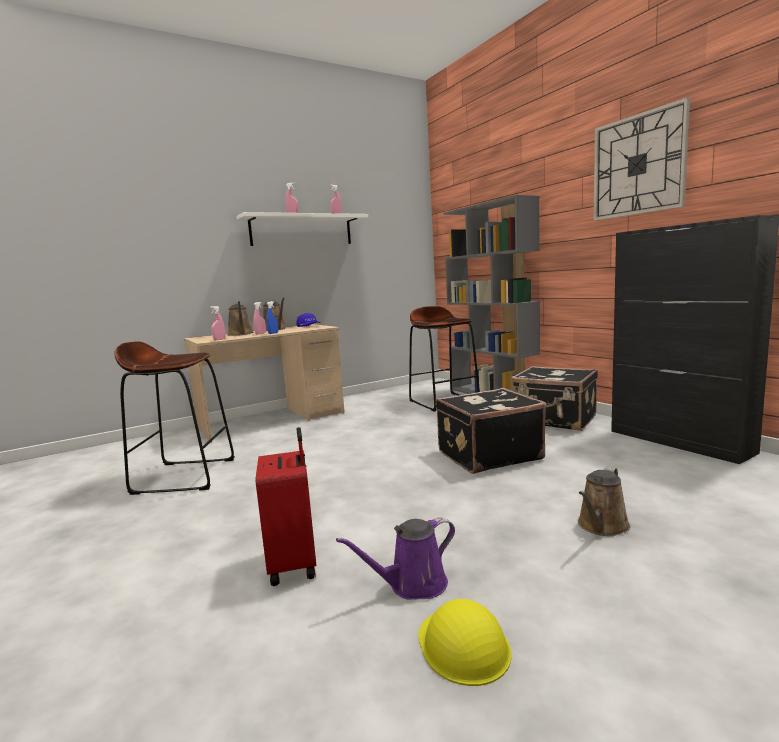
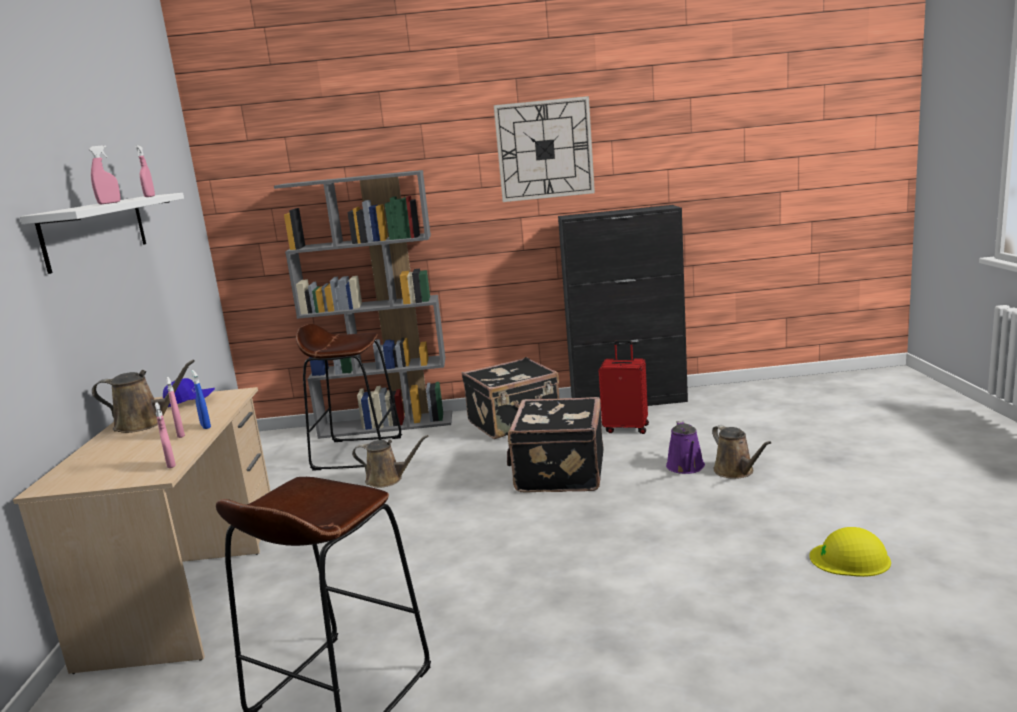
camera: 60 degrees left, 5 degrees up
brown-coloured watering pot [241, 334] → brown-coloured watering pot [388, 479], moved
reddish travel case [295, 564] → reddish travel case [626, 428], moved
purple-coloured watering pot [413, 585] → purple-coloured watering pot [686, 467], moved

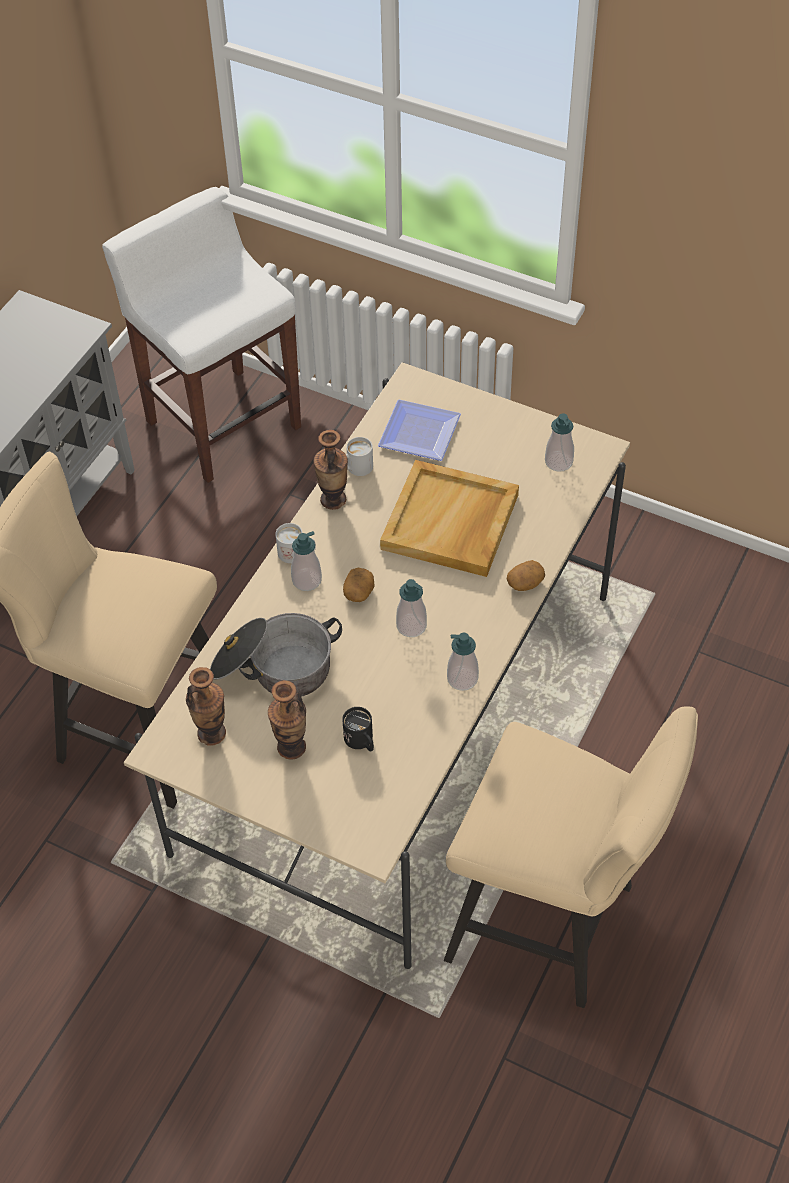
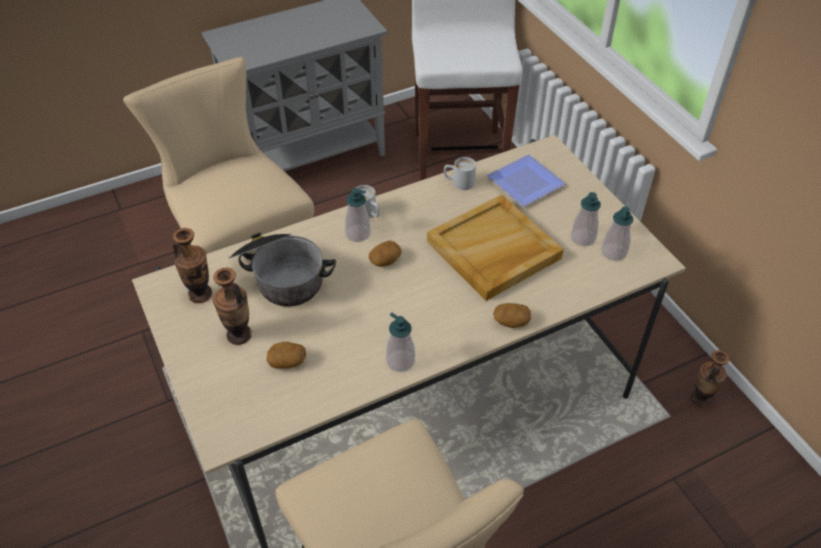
camera: 35 degrees right, 5 degrees down
flower vase [333, 499] → flower vase [700, 398], moved
liquid soap bottle [411, 626] → liquid soap bottle [583, 238], moved
black tea mug [361, 742] → whole potato [287, 361]

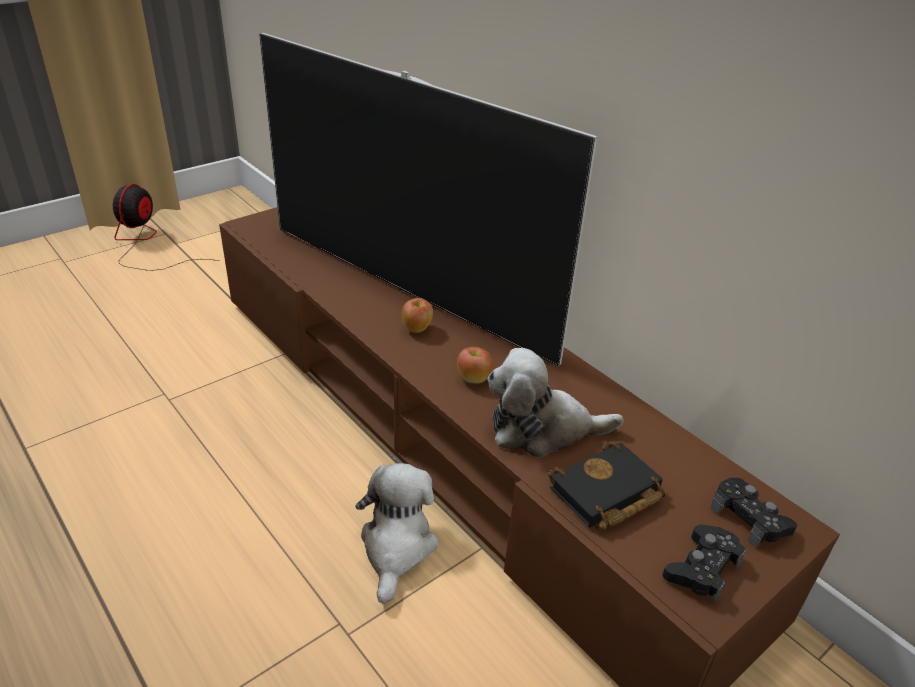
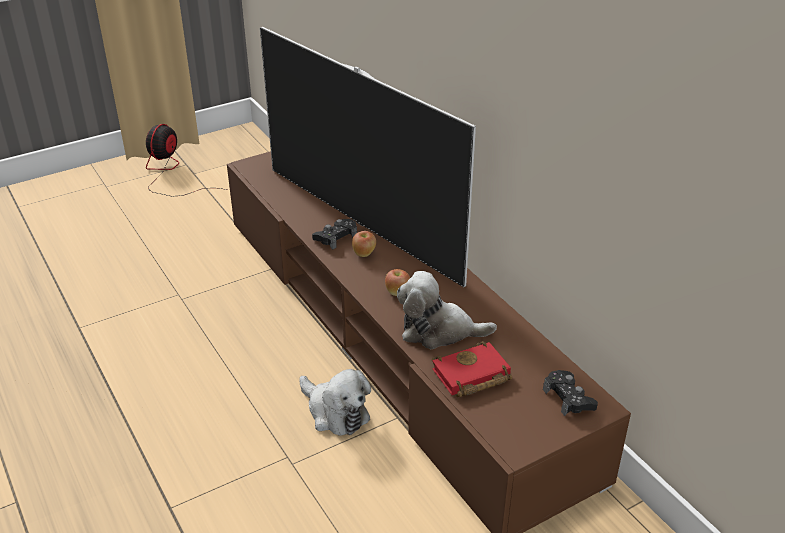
camera: 10 degrees right, 0 degrees up
black game controller [702, 568] → black game controller [336, 237], moved
black book [605, 494] → reddish book [470, 376]
soft toy [397, 547] → soft toy [335, 412], 120 degrees clockwise

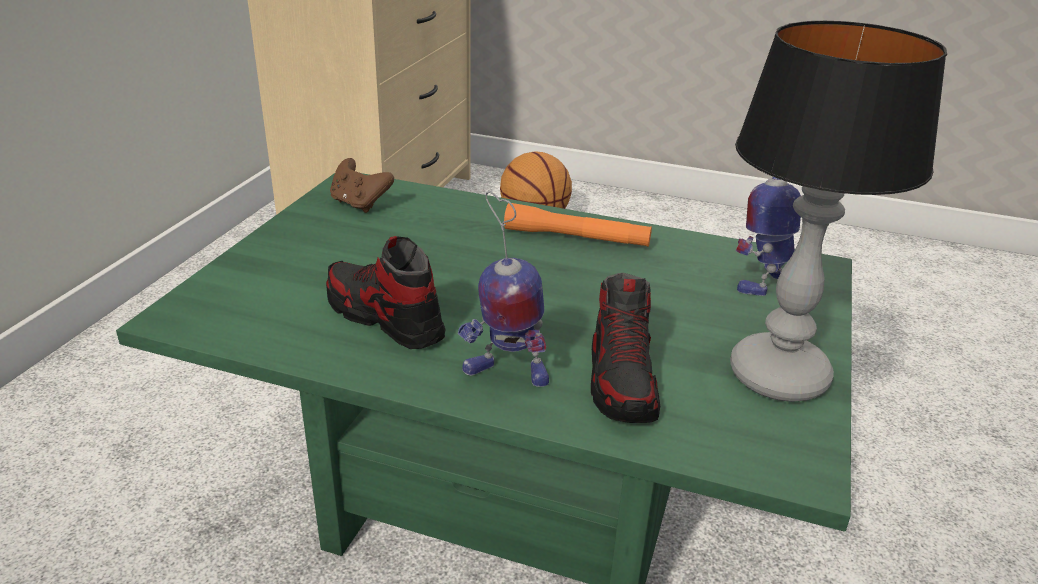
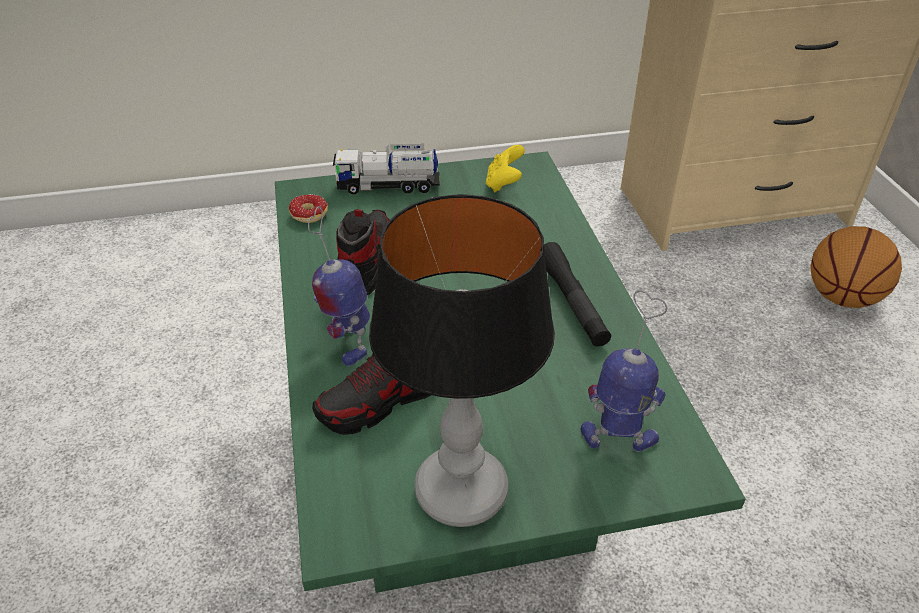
camera: 60 degrees right, 10 degrees up
- → donut [303, 217]
- → model truck [388, 186]
brown-coloured game controller [359, 204] → yellow-coloured game controller [504, 184]
orange-coloured torch [576, 238] → black torch [572, 302]

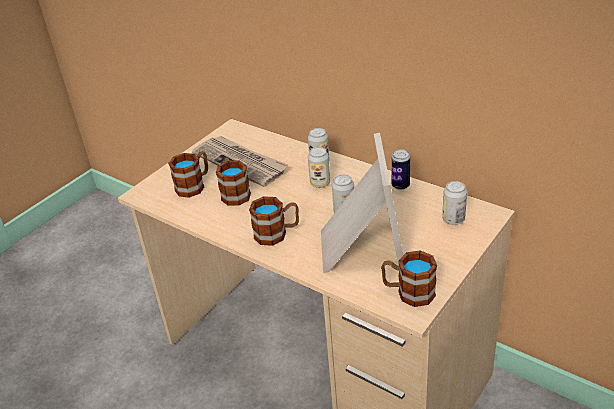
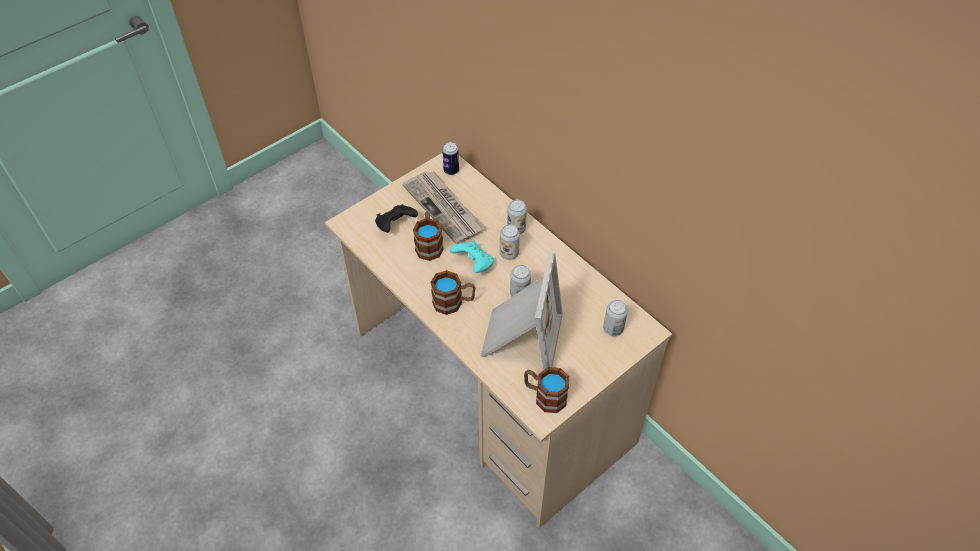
camera: 10 degrees right, 15 degrees up
- → turquoise game controller [474, 264]
sealed can [400, 186] → sealed can [451, 170], moved
tea mug [194, 185] → black game controller [395, 225]

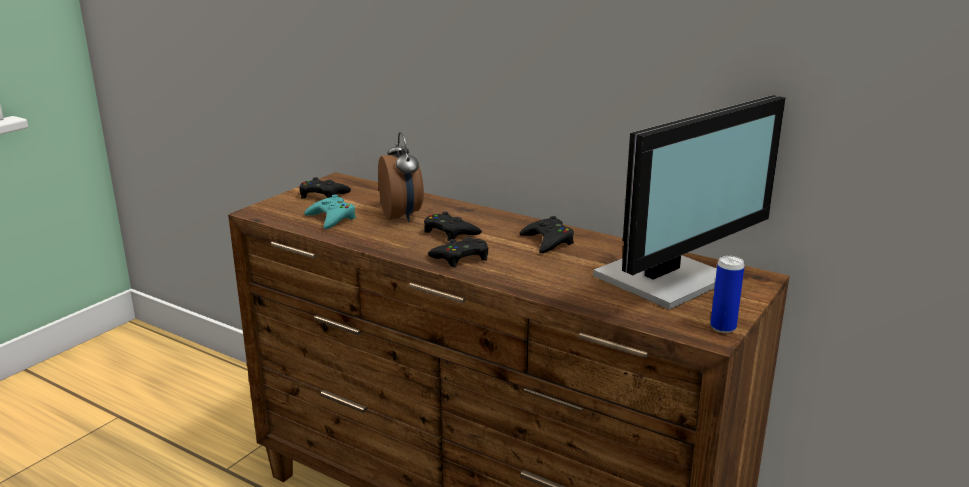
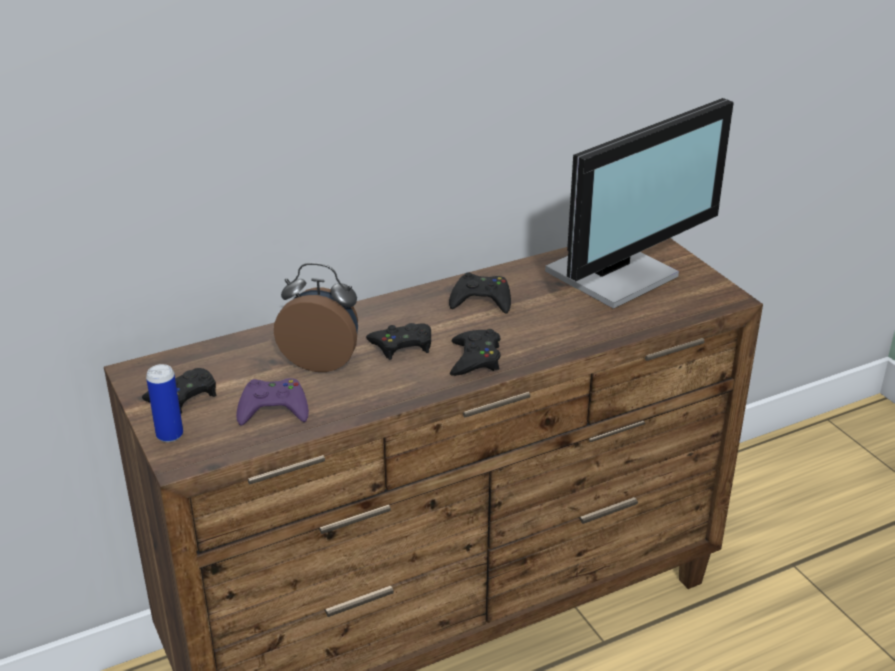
camera: 60 degrees left, 10 degrees up
sealed can [723, 327] → sealed can [170, 435], moved
turquoise game controller [331, 218] → purple-coloured game controller [273, 409]
computer screen [667, 279] → computer screen [617, 275], 60 degrees clockwise

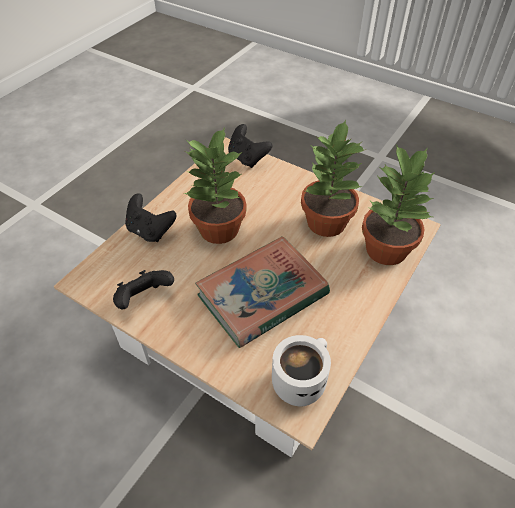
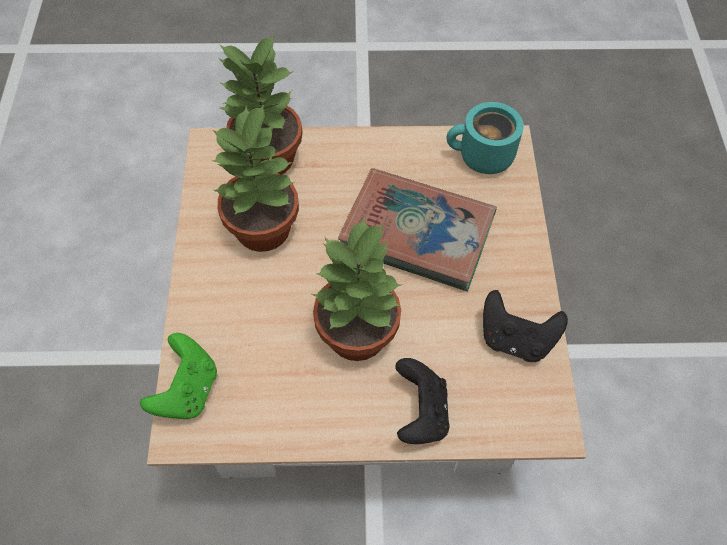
camera: 125 degrees left, 10 degrees up
black game controller [247, 158] → green-coloured game controller [187, 390]
white tea mug [299, 379] → turquoise tea mug [481, 159]

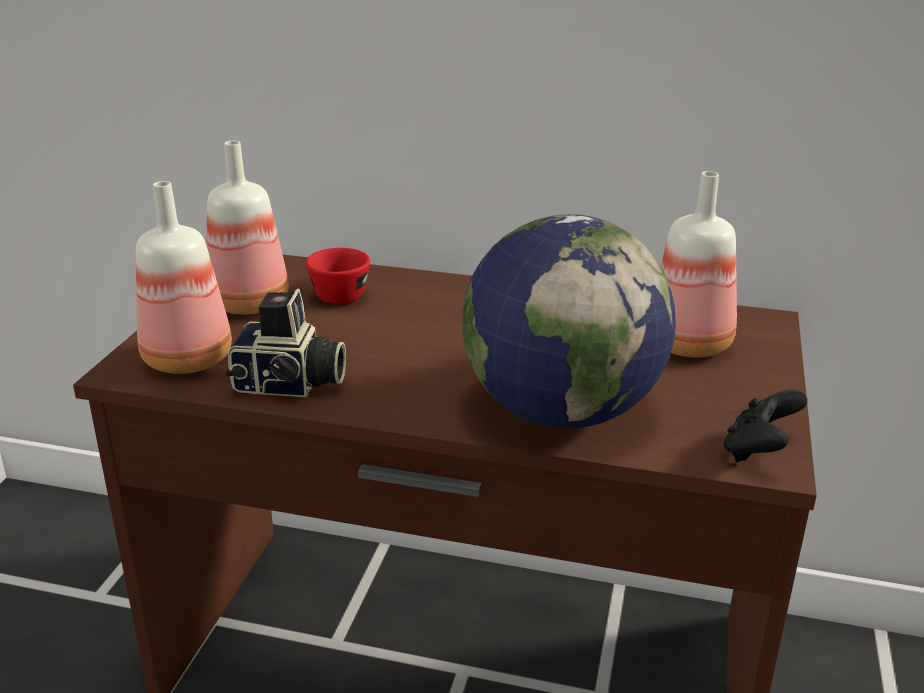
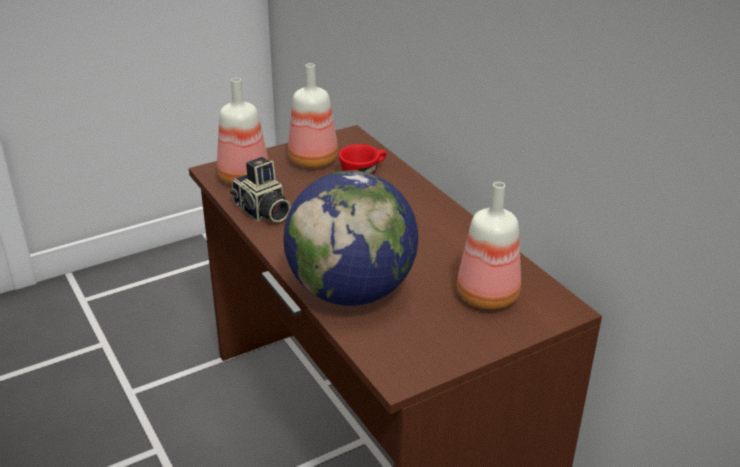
camera: 45 degrees right, 5 degrees up
black game controller [758, 452] → -

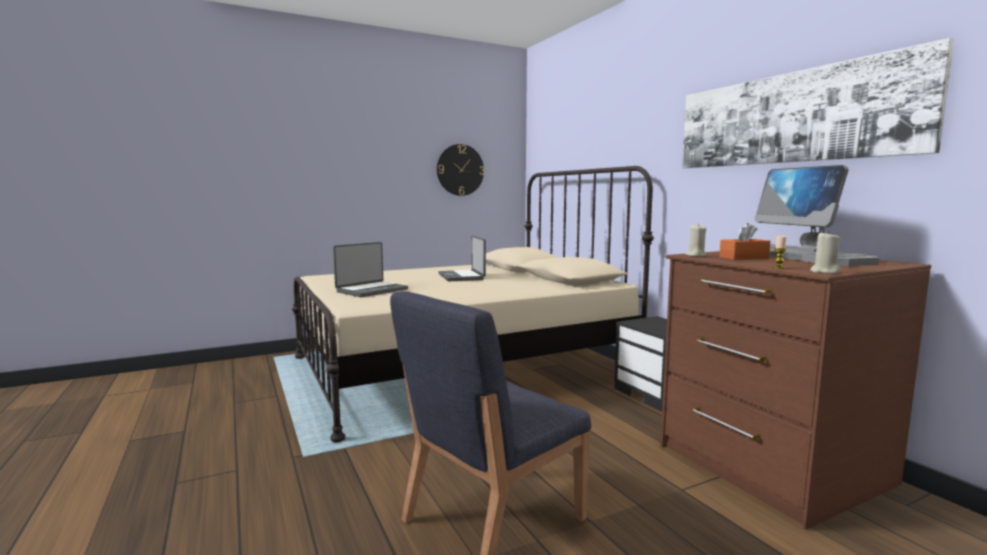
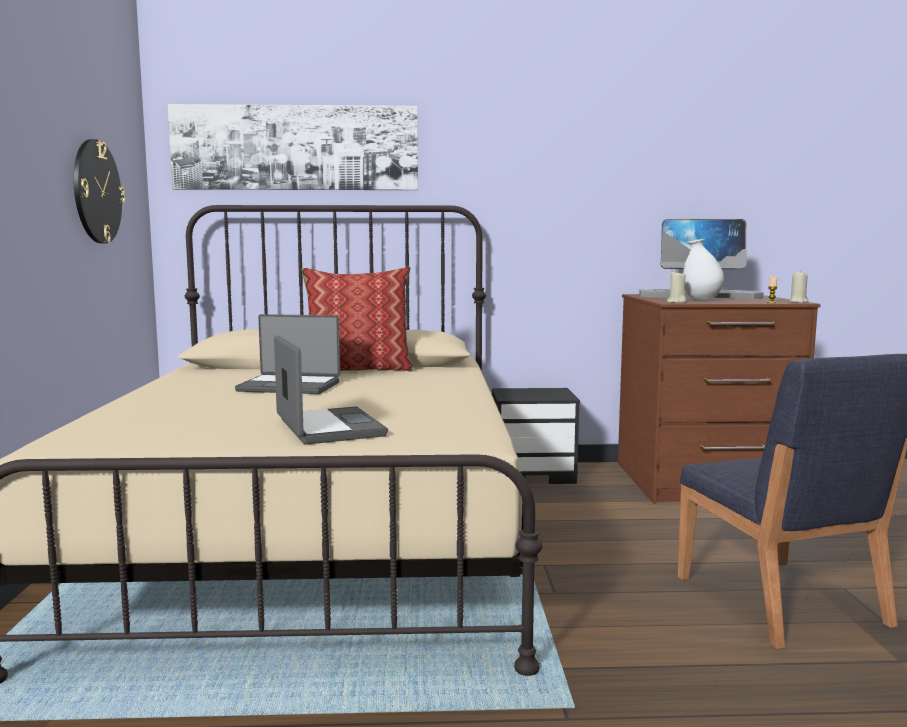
camera: 65 degrees left, 0 degrees up
- → pillow [358, 370]
picture [789, 118] → picture [295, 148], moved
orange-coloured tissue box [743, 258] → white flower vase [701, 300]

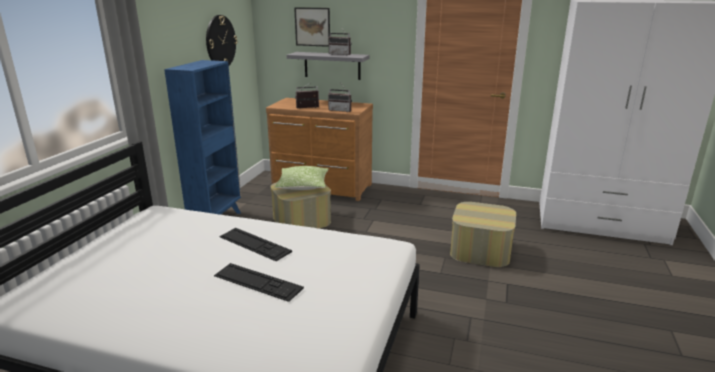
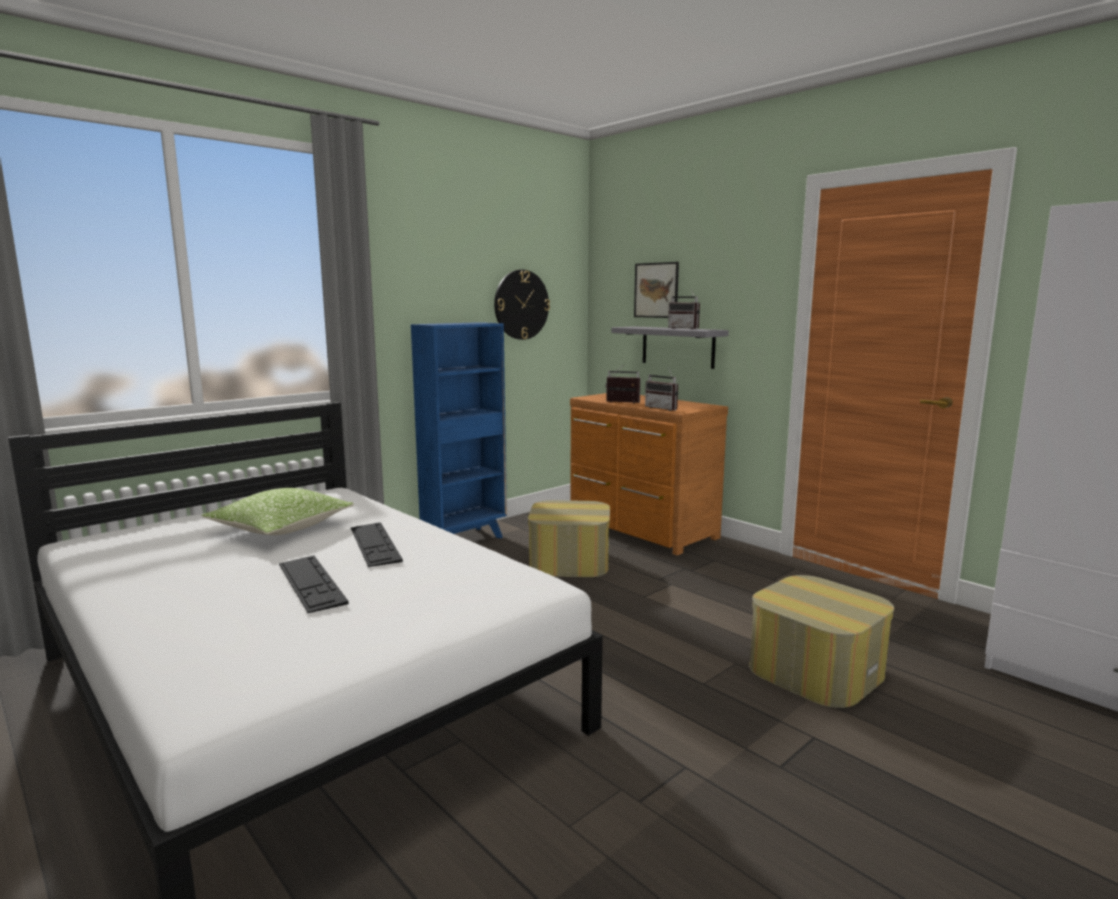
camera: 30 degrees right, 10 degrees down
pillow [303, 186] → pillow [281, 528], moved

